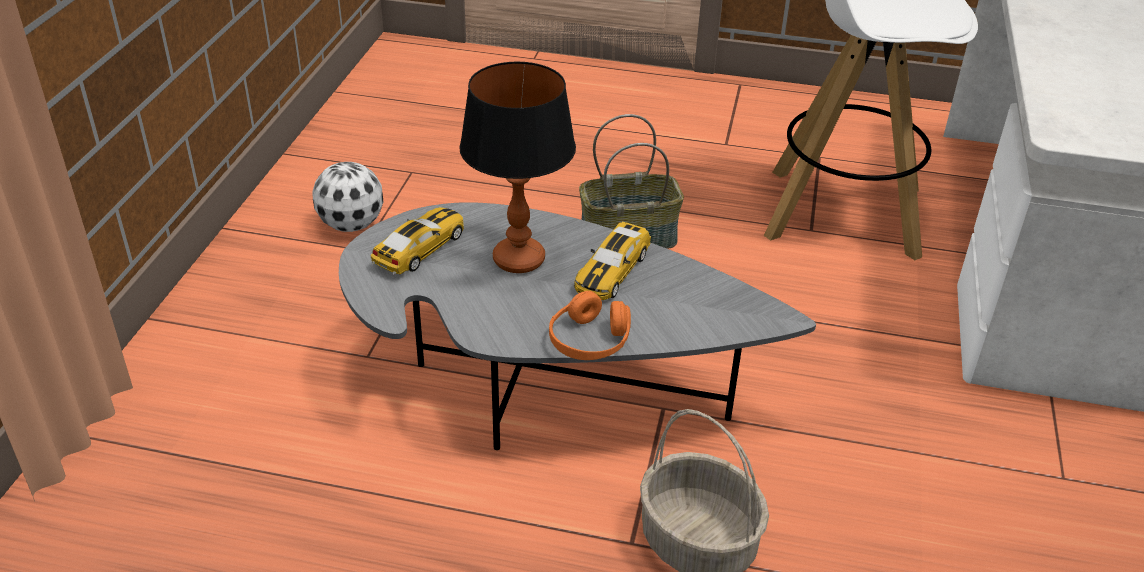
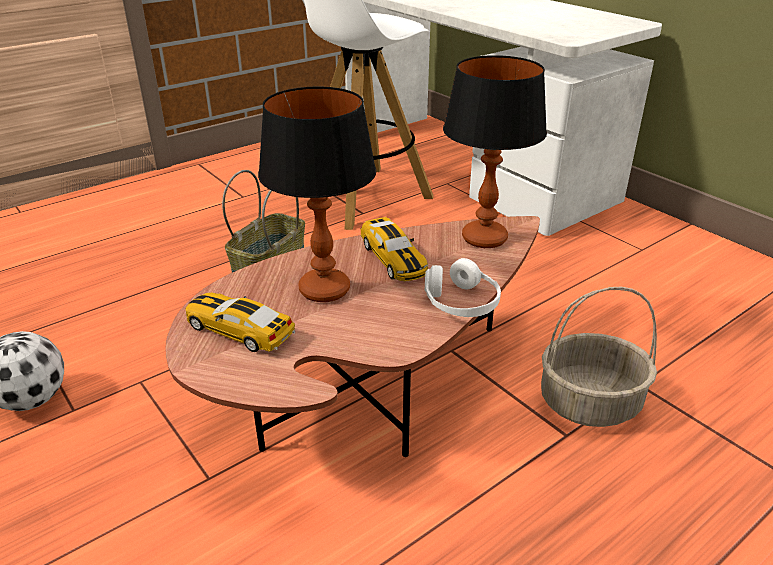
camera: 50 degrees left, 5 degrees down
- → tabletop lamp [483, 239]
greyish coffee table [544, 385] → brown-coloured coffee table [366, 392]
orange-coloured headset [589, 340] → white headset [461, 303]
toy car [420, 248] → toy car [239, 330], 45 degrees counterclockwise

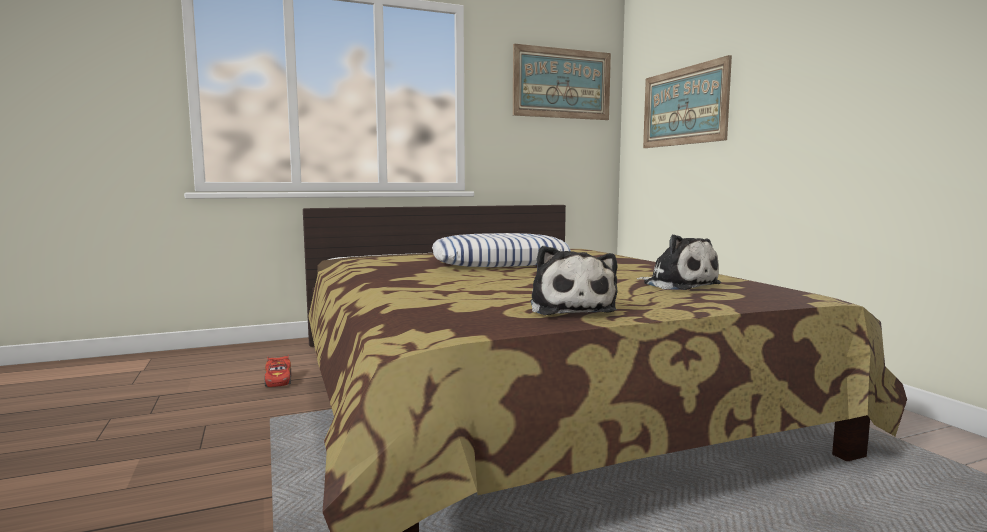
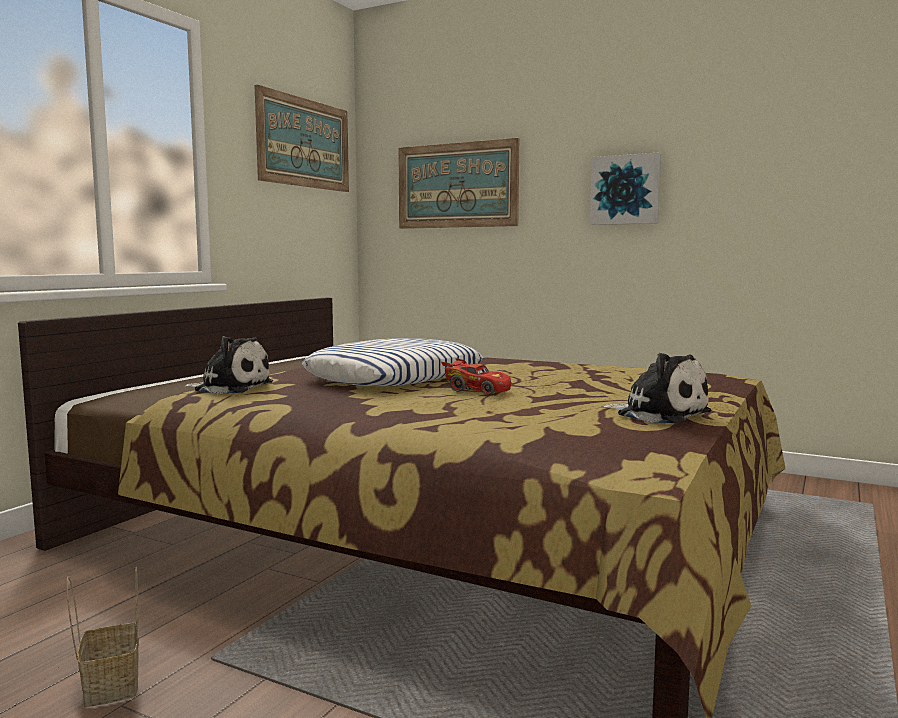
camera: 40 degrees left, 0 degrees up
- → basket [110, 684]
- → picture [625, 190]
reddish toy car [278, 380] → reddish toy car [477, 390], moved
soft toy [678, 284] → soft toy [230, 388], moved

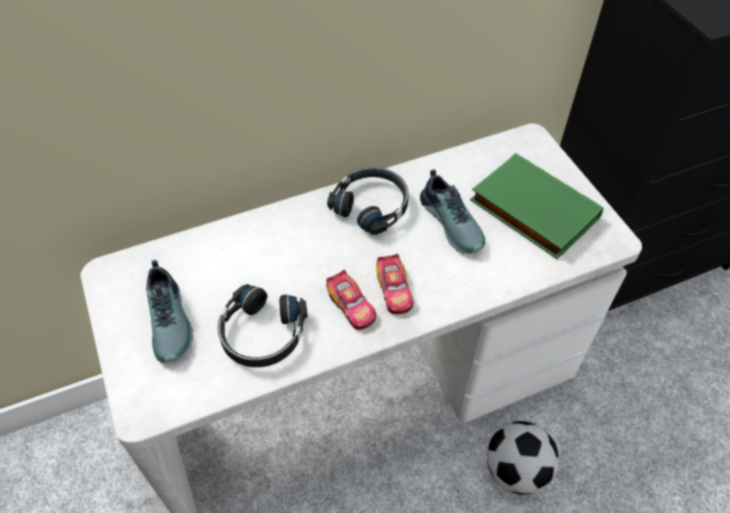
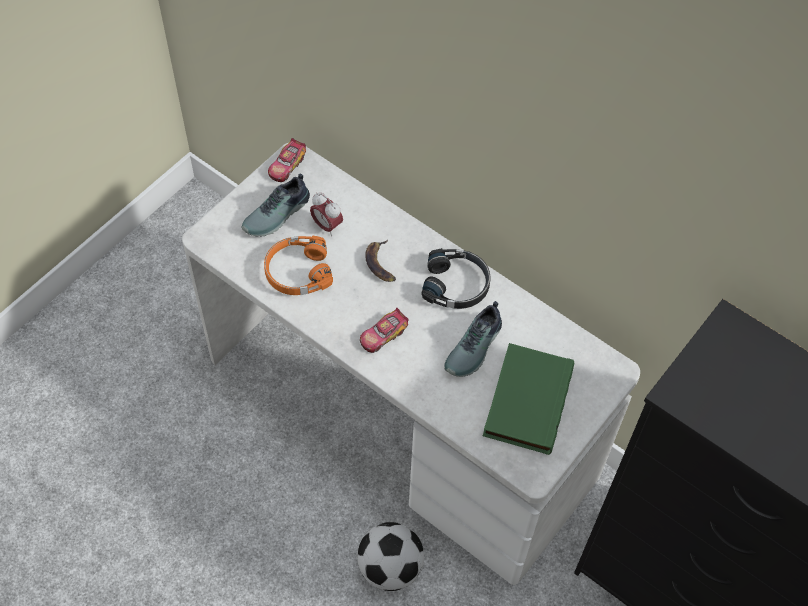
camera: 60 degrees right, 5 degrees up
- → alarm clock [327, 226]
- → whole banana [381, 264]
toy car [351, 306] → toy car [286, 166], moved
black headset [262, 334] → orange-coloured headset [297, 272]

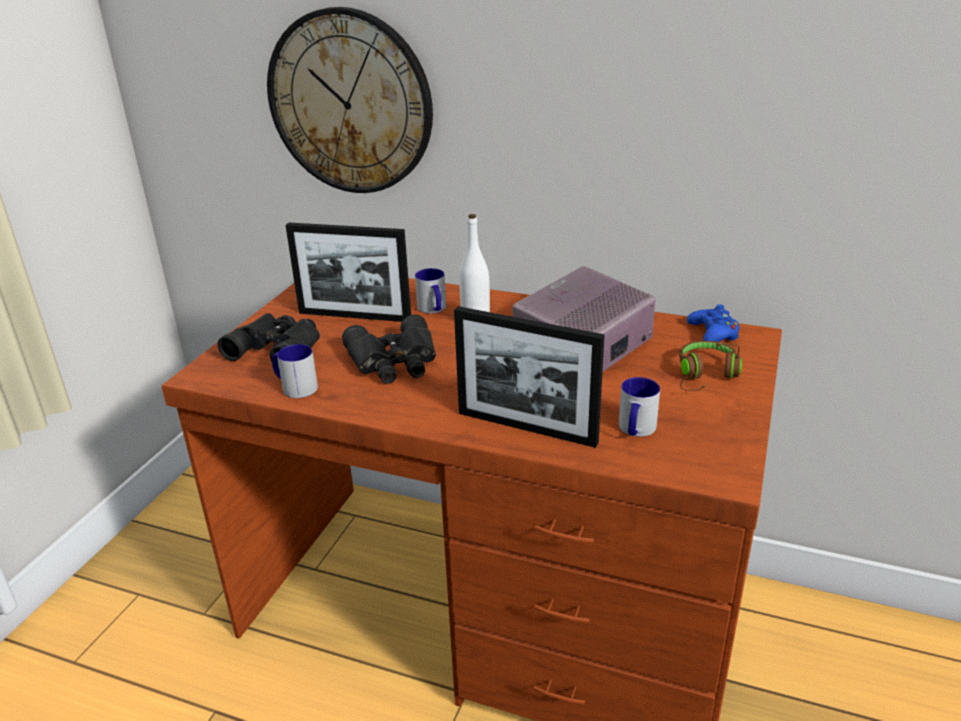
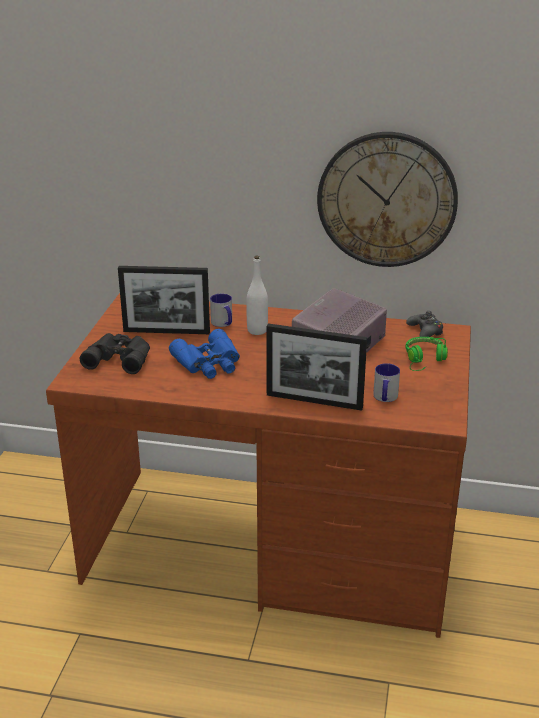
camera: 10 degrees left, 0 degrees up
tea mug [295, 387] → -
clock on the wall [350, 103] → clock on the wall [387, 200], moved
black binoculars [394, 361] → bluish binoculars [209, 363]
brown-coloured headset [706, 375] → green-coloured headset [424, 360]
bluish game controller [713, 333] → black game controller [425, 331]

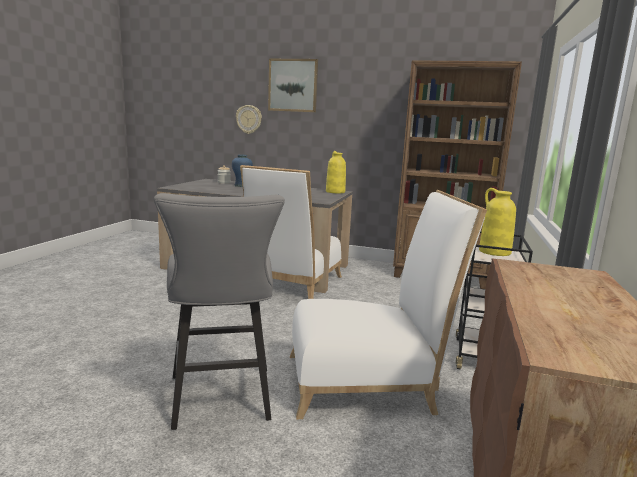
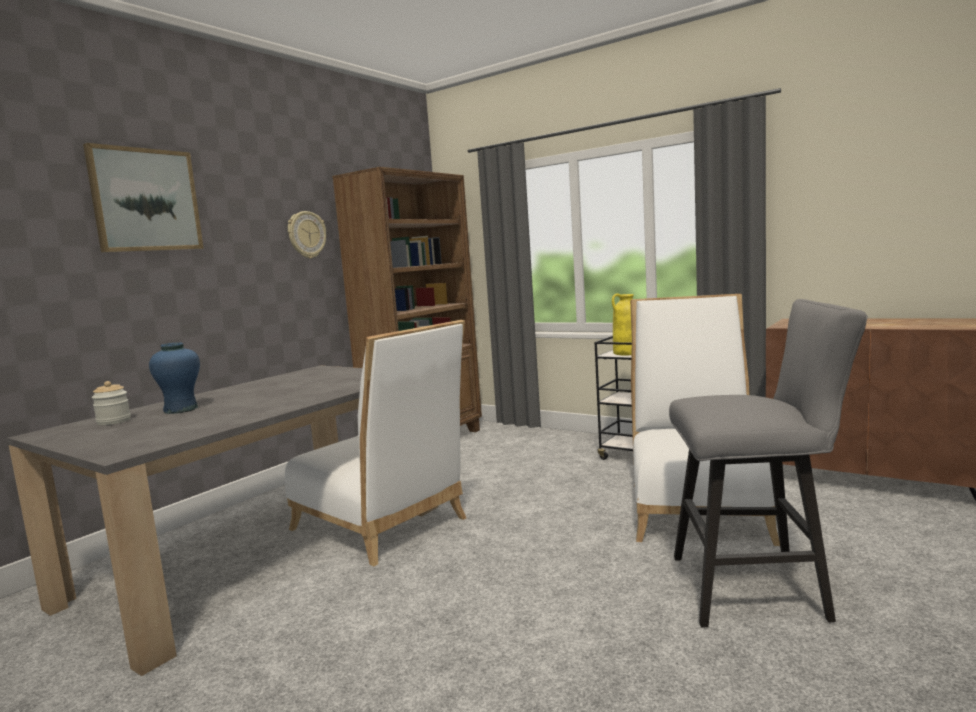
camera: 70 degrees left, 5 degrees down
yellow-coloured flower vase [335, 192] → -
clock on the wall [249, 119] → clock on the wall [306, 235], moved

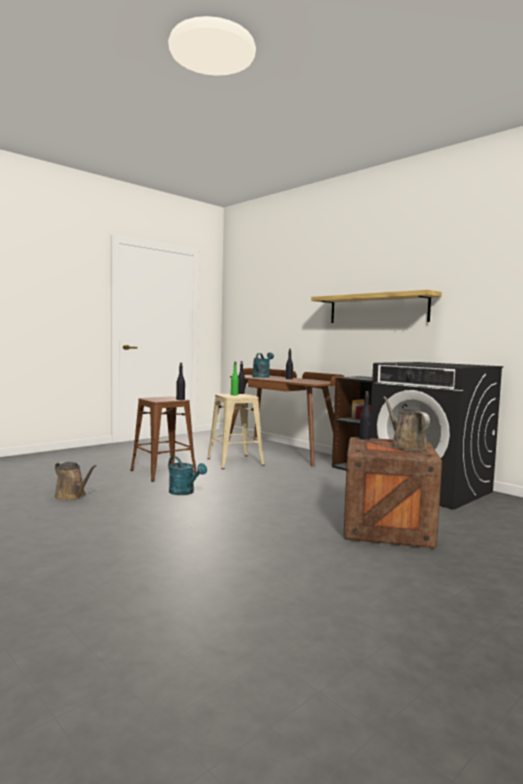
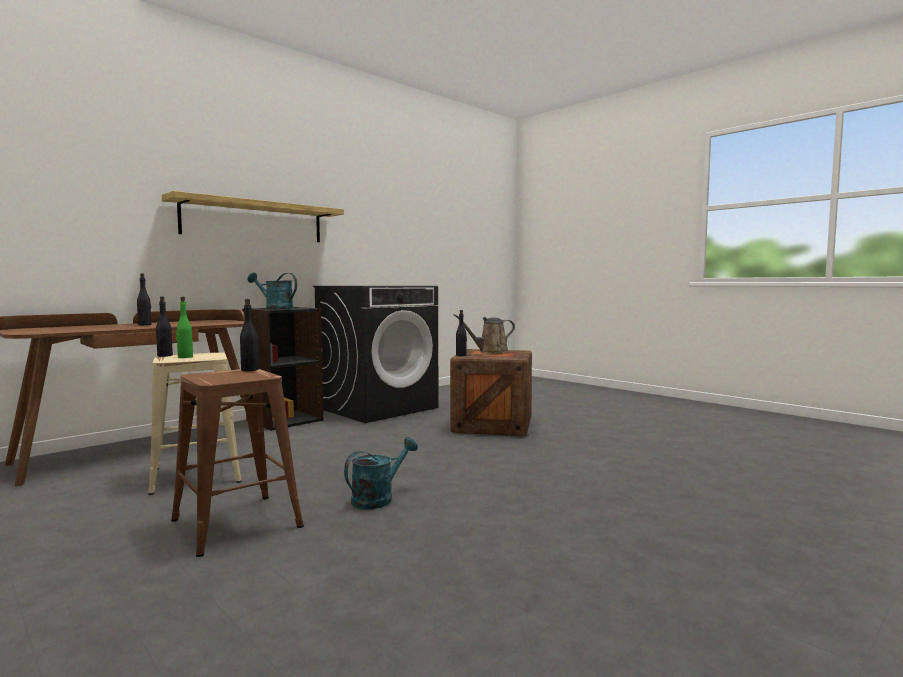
camera: 90 degrees left, 0 degrees up
brown-coloured watering pot [72, 496] → -
turquoise watering pot [262, 376] → turquoise watering pot [275, 308], moved

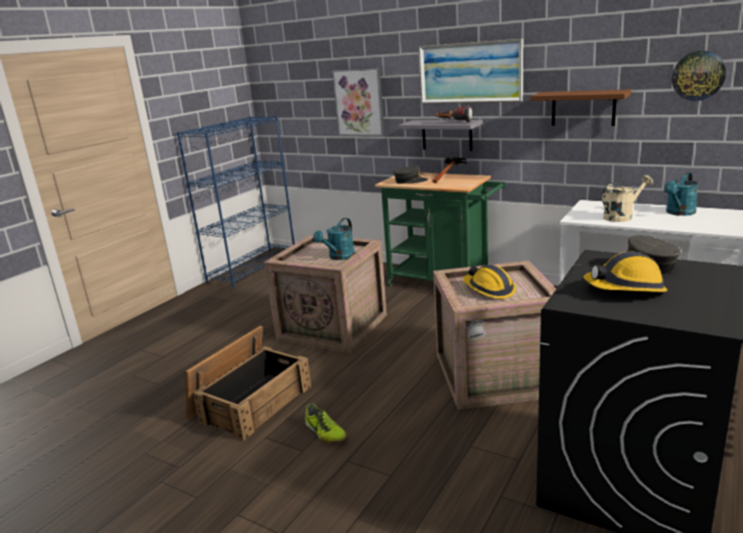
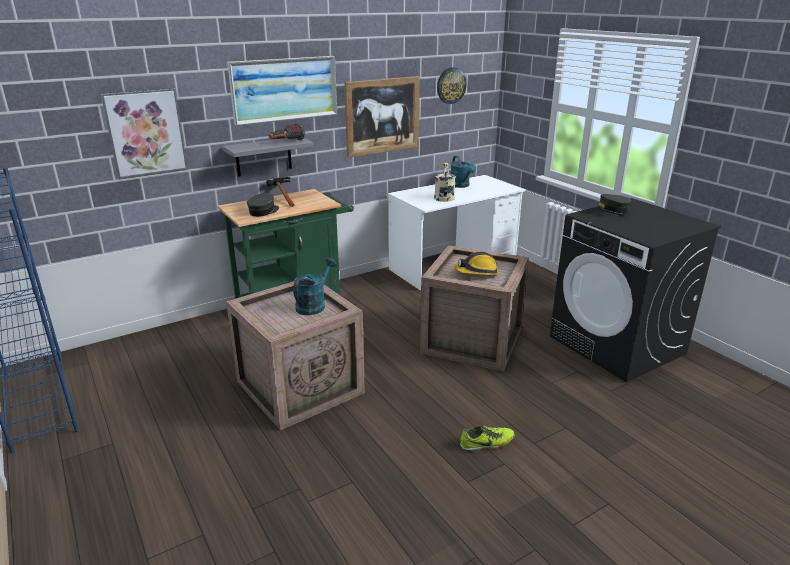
camera: 65 degrees left, 5 degrees up
shipping crate [250, 401] → -
safety helmet [625, 289] → -
brown-coloured bracket shelf [583, 108] → picture [382, 116]
turquoise watering pot [339, 257] → turquoise watering pot [314, 305], 120 degrees counterclockwise

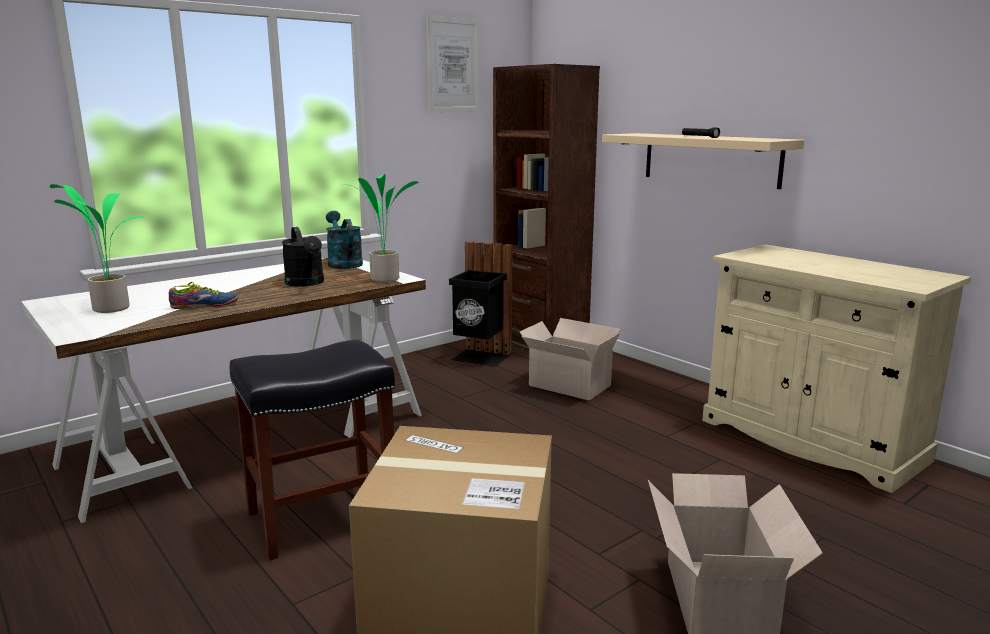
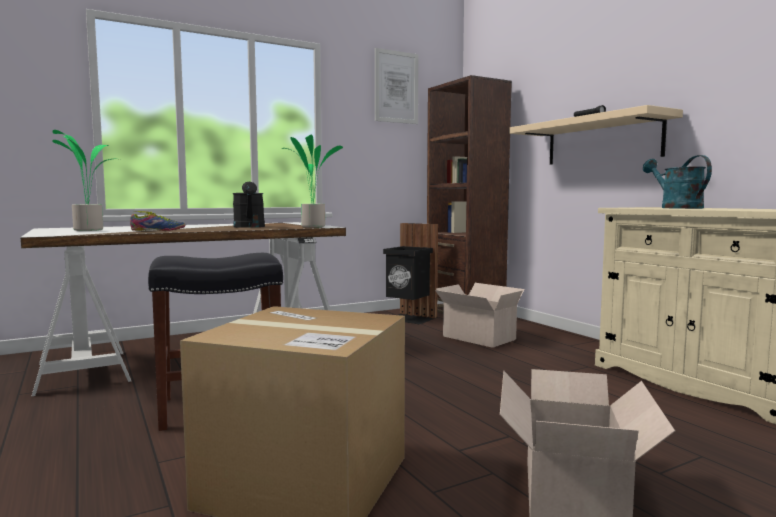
camera: 10 degrees right, 10 degrees down
turquoise watering pot [343, 263] → turquoise watering pot [675, 208], moved

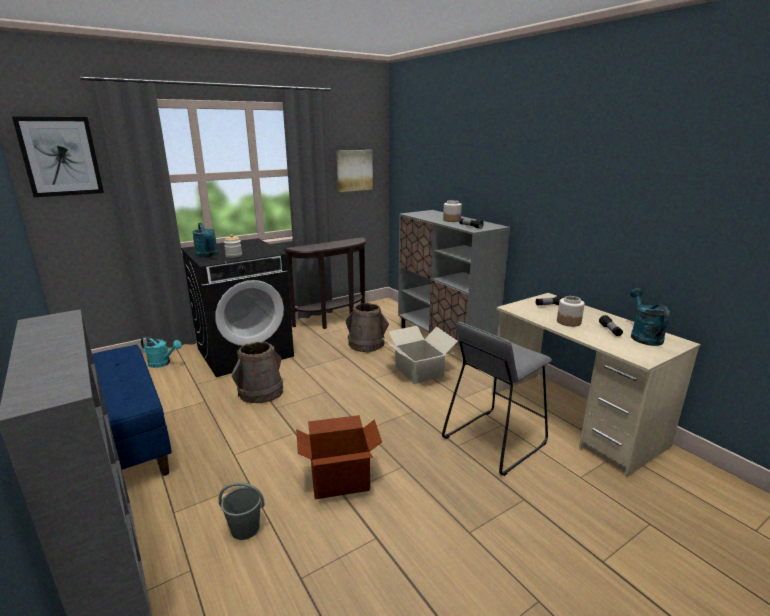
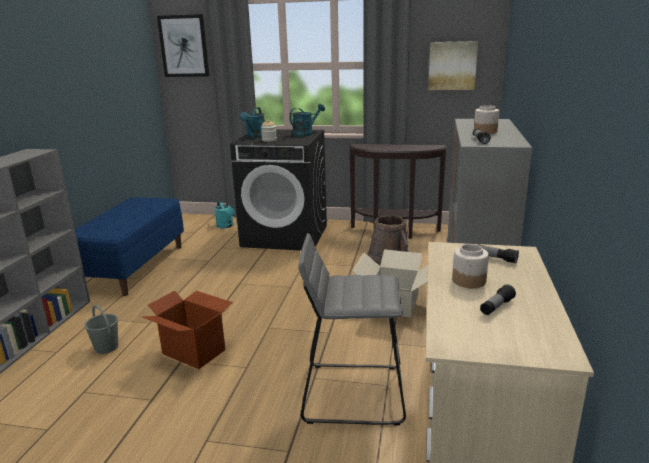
camera: 45 degrees right, 0 degrees up
brown-coloured pail [261, 392] → -
turquoise watering pot [643, 336] → turquoise watering pot [305, 133], moved

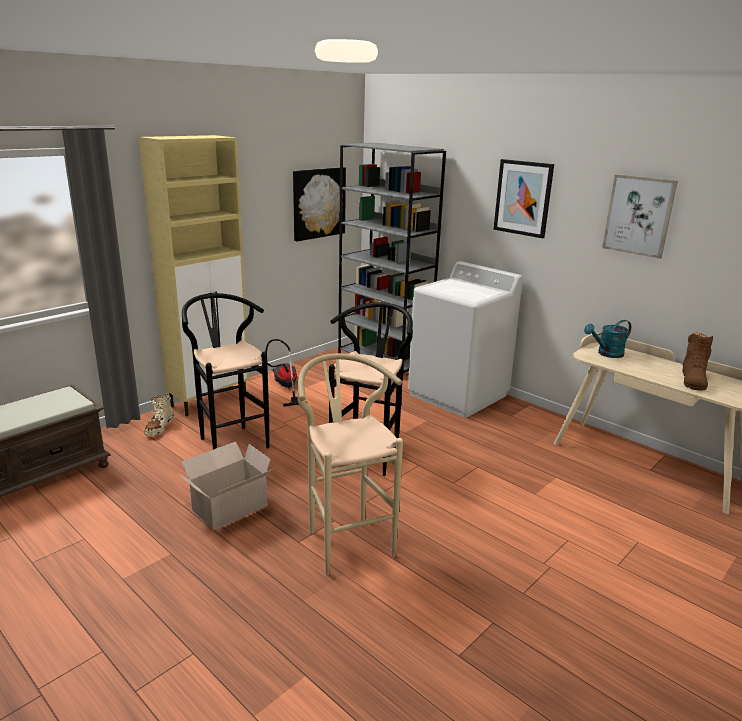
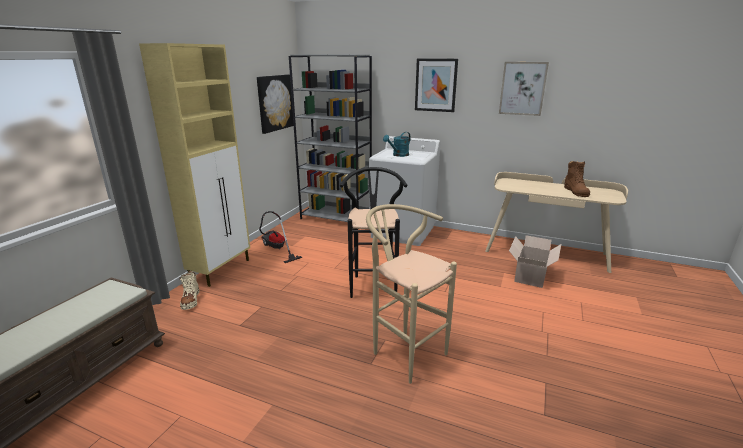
camera: 20 degrees left, 0 degrees up
black stool seat [230, 441] → -
packing box [228, 508] → packing box [530, 276], moved
turquoise watering pot [606, 354] → turquoise watering pot [398, 155], moved

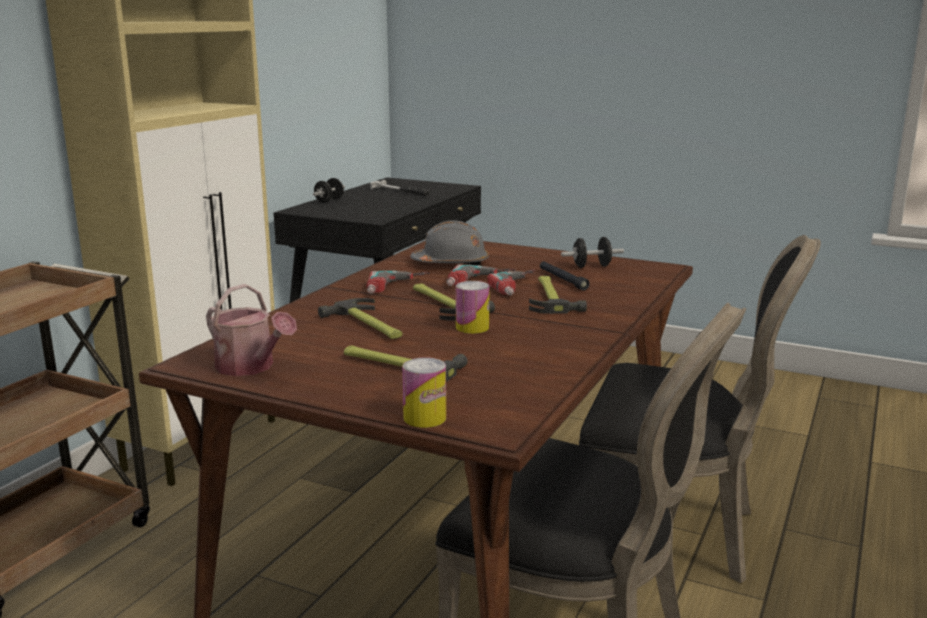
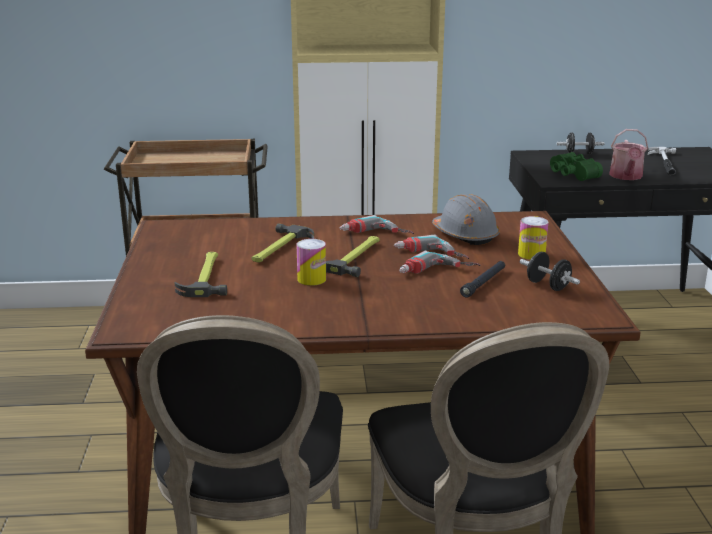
camera: 60 degrees right, 5 degrees up
hammer [551, 297] → -
- → green-coloured binoculars [571, 175]
watering pot [250, 367] → watering pot [626, 177], moved
sealed can [424, 418] → sealed can [531, 254], moved

